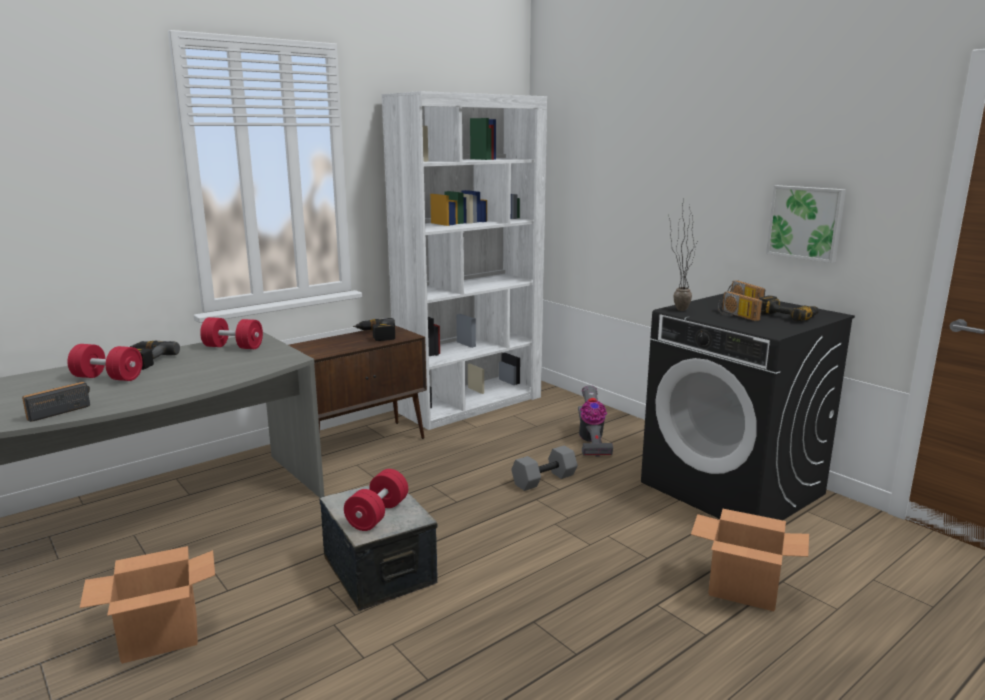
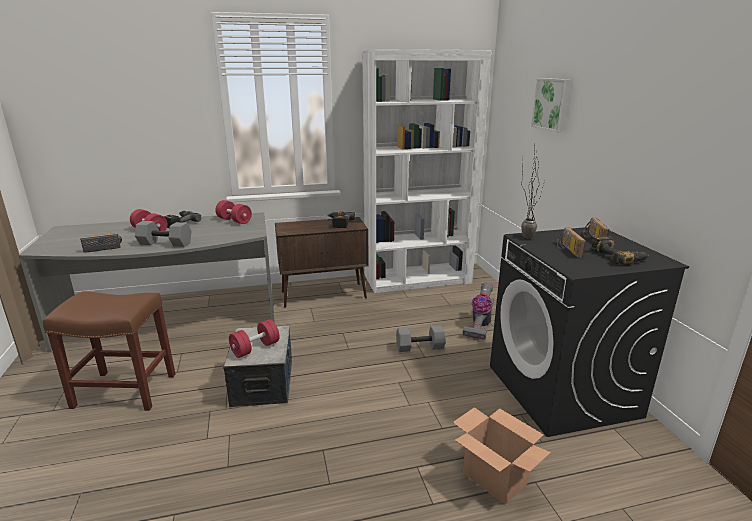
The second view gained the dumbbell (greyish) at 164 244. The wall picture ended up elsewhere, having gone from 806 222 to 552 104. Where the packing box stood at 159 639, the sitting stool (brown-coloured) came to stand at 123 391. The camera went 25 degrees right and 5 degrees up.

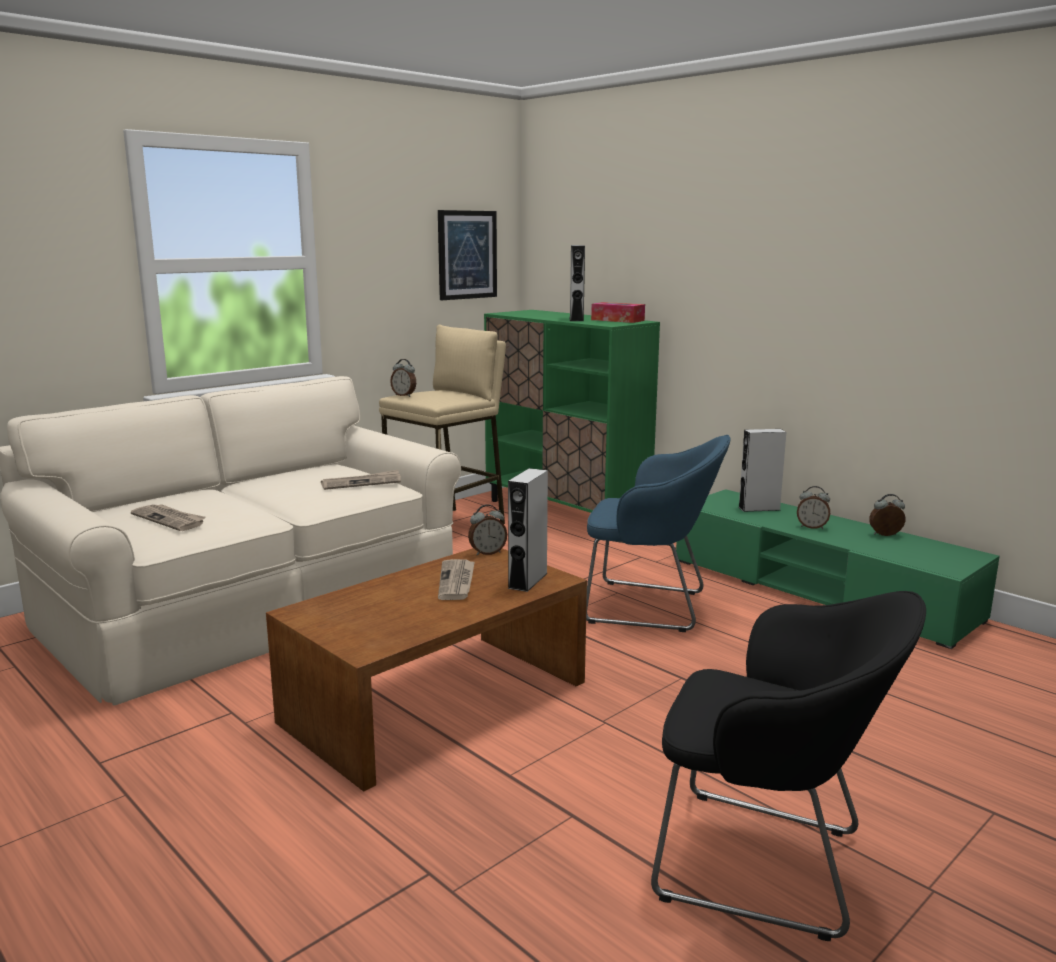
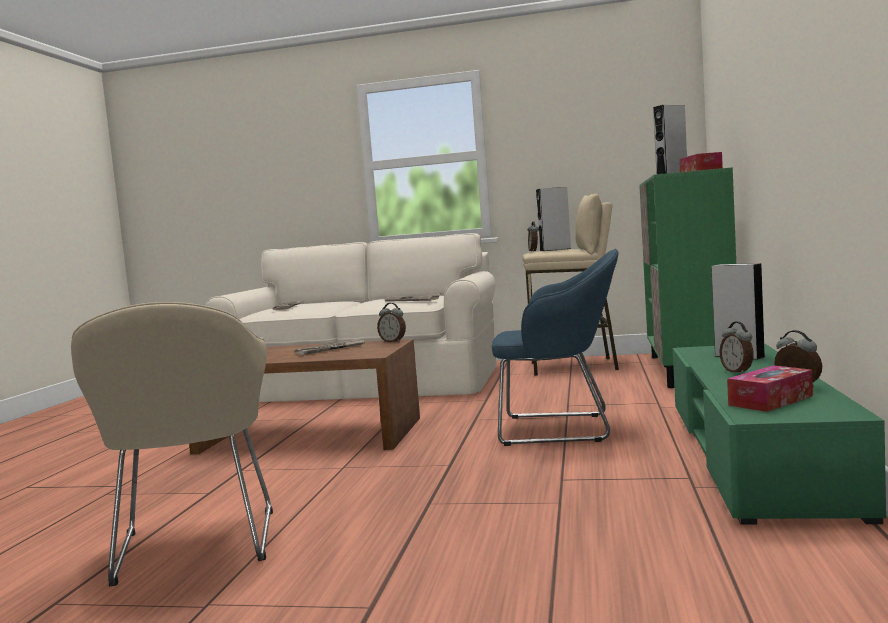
The second view lost the wall picture at 467 255. The second view gained the tissue holder at 770 400. The loudspeaker (greyish) ended up elsewhere, having gone from 527 580 to 555 250. What was the lounge chair (blackish) at 769 865 turned into the lounge chair (beige-coloured) at 194 549. The lounge chair (bluish) at 651 607 ended up facing another way, 60 degrees counterclockwise from before. The camera went 55 degrees right and 10 degrees down.

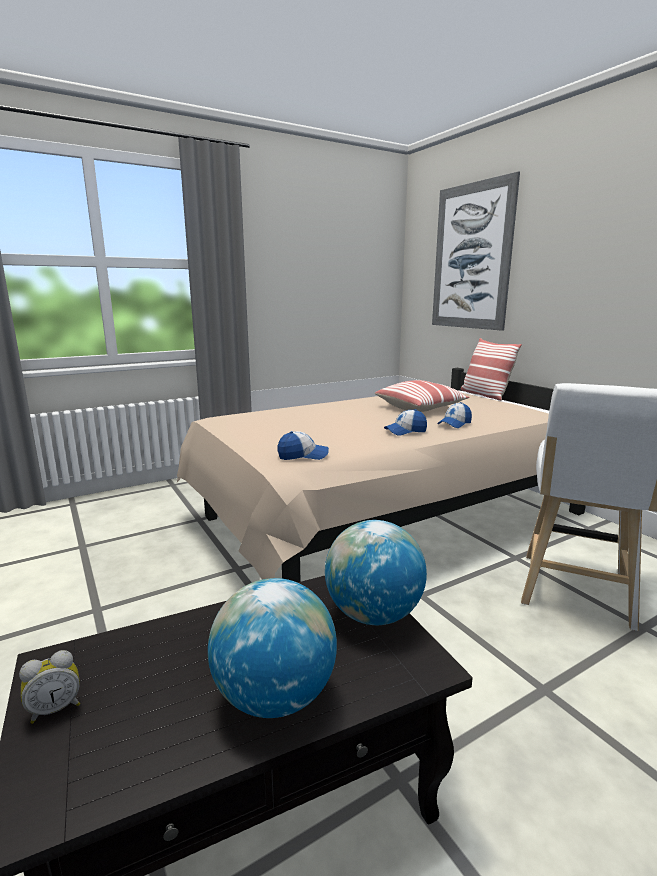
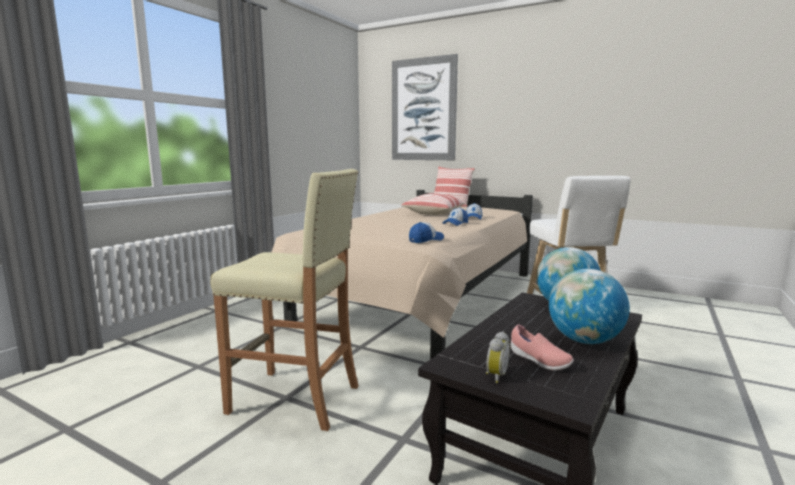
The second view gained the sitting stool (beige-coloured) at 296 399. The second view gained the item of footwear (pink) at 539 361. The camera went 30 degrees left and 5 degrees down.

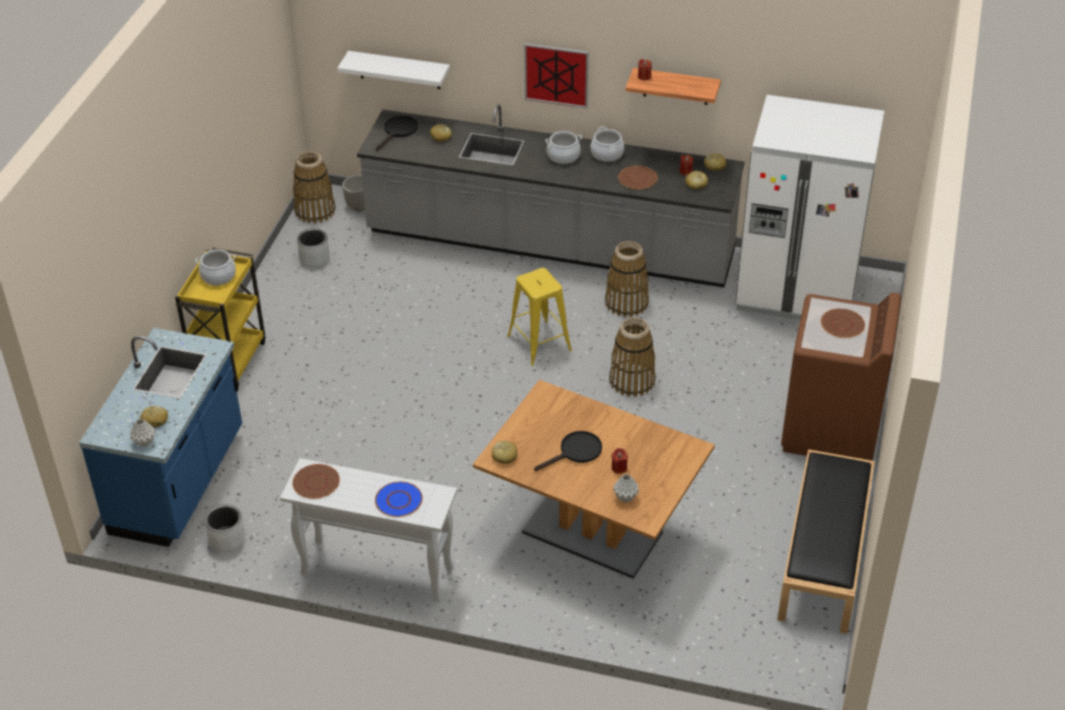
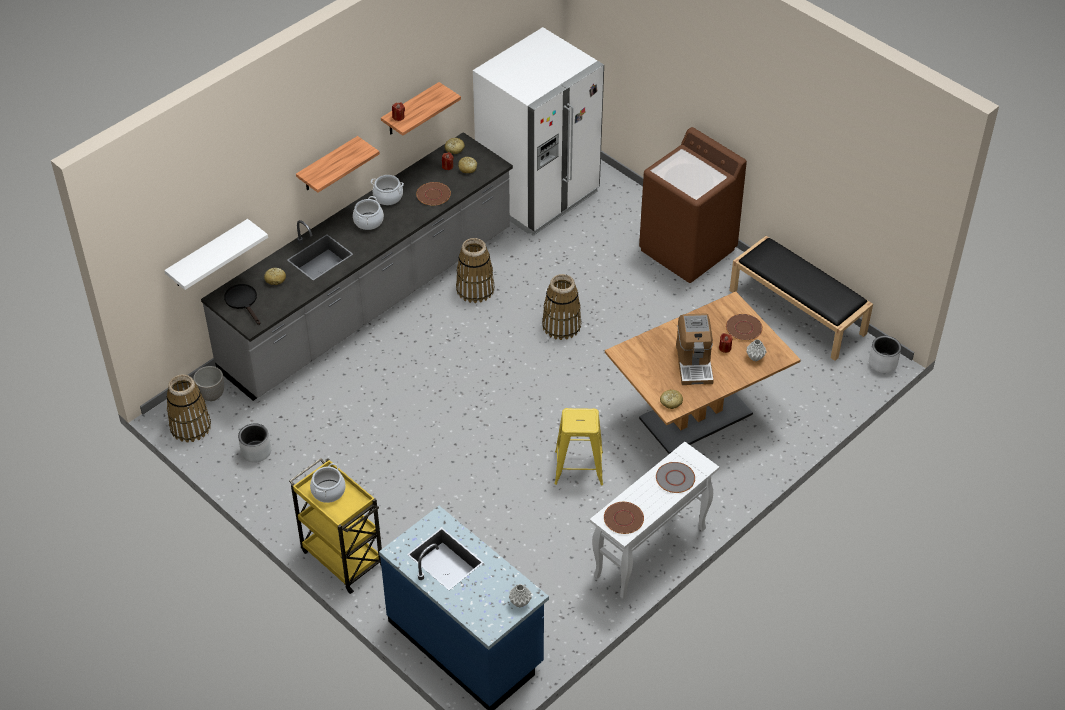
The second view lost the baked bread at 155 420. The planter (white-coloured) ended up elsewhere, having gone from 227 540 to 883 363. The sitting stool (yellow-coloured) ended up elsewhere, having gone from 539 343 to 578 468. The plate (brown-coloured) ended up elsewhere, having gone from 842 324 to 743 328. Where the wall picture hung at 556 75, the wall shelf came to hang at 328 165. Where the frying pan (blackish) stood at 576 452, the coffee machine came to stand at 694 363. What was the plate (bluish) at 398 500 turned into the plate (greyish) at 675 478. The camera went 60 degrees left and 5 degrees up.

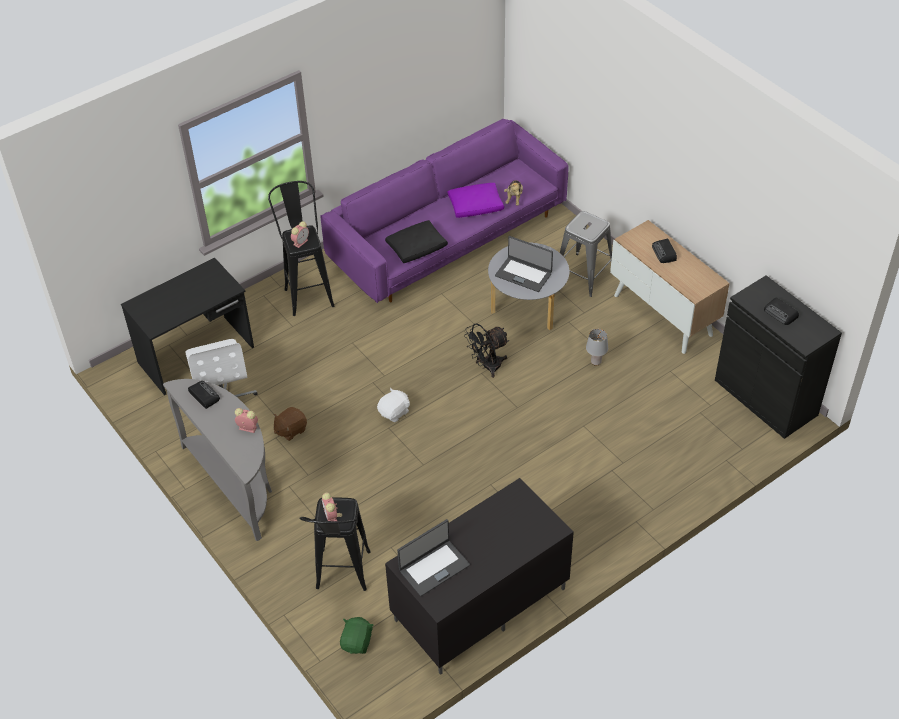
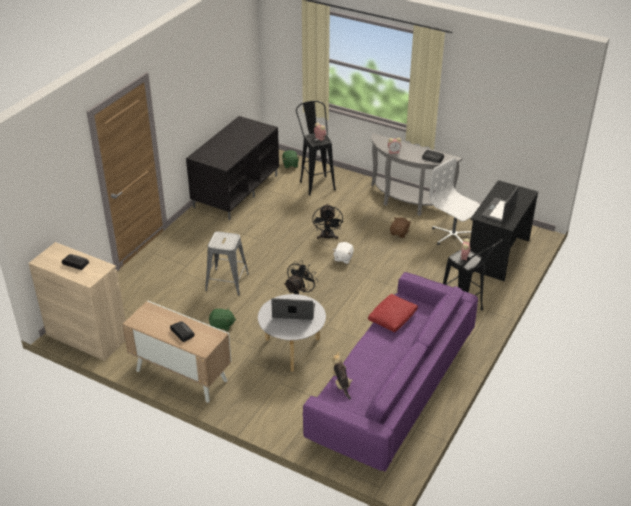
The second view lost the throw pillow (purple) at 476 206. The second view gained the electric fan (blackish) at 327 237. The portable computer ended up elsewhere, having gone from 433 567 to 499 210. The sitting stool (greyish) ended up elsewhere, having gone from 583 275 to 227 282. Where the table lamp (greyish) stood at 596 362, the soft toy (green) came to stand at 222 325. What was the throw pillow (blackish) at 417 247 turned into the throw pillow (red-coloured) at 392 318. What was the cupboard (blackish) at 765 397 turned into the cupboard (beige-coloured) at 87 336. The camera went 155 degrees right and 10 degrees down.

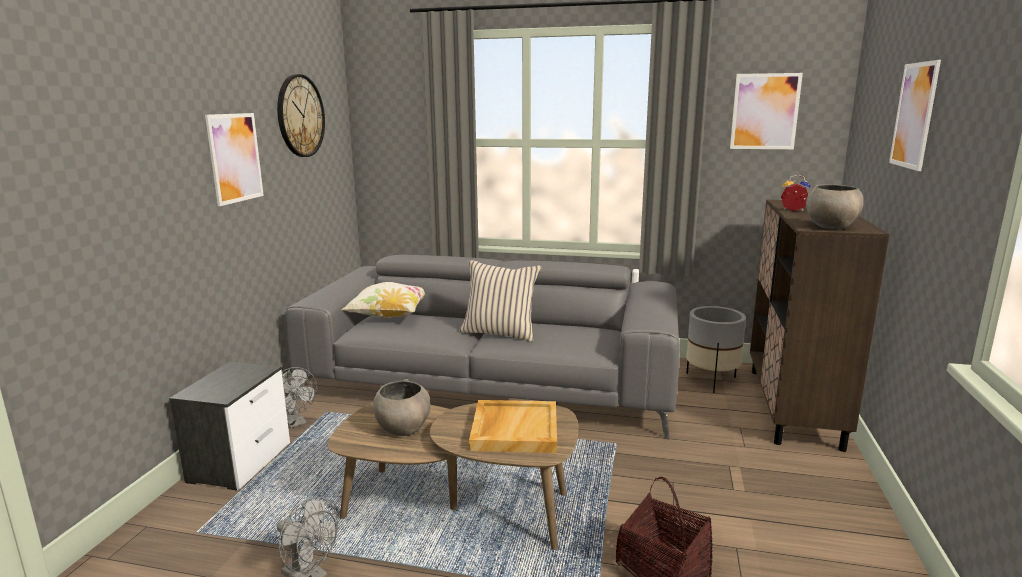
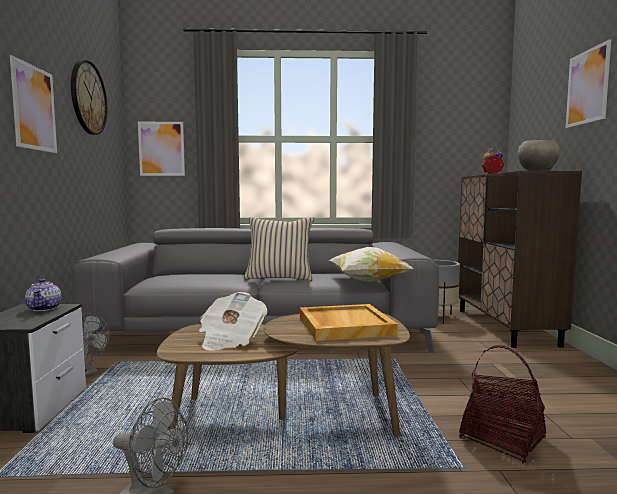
The second view gained the tea pot at 44 308. The throw pillow ended up elsewhere, having gone from 389 317 to 368 281. The wall picture ended up elsewhere, having gone from 765 111 to 161 149. Where the bowl (greyish) stood at 403 429, the newspaper came to stand at 231 339. The camera went 15 degrees left and 10 degrees down.

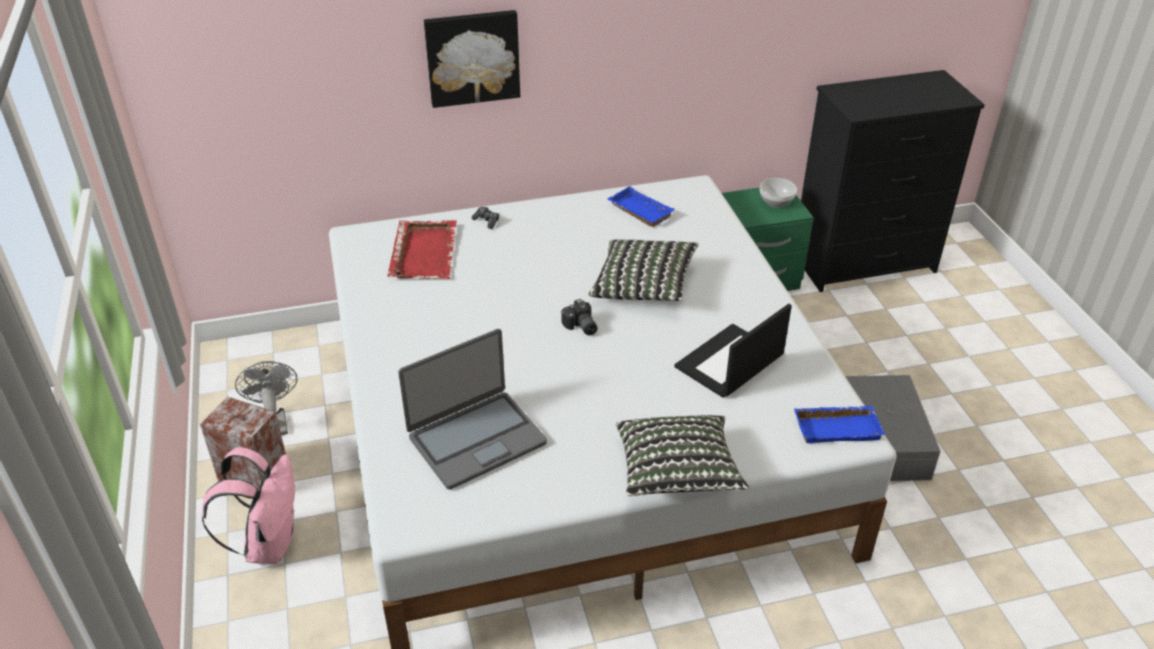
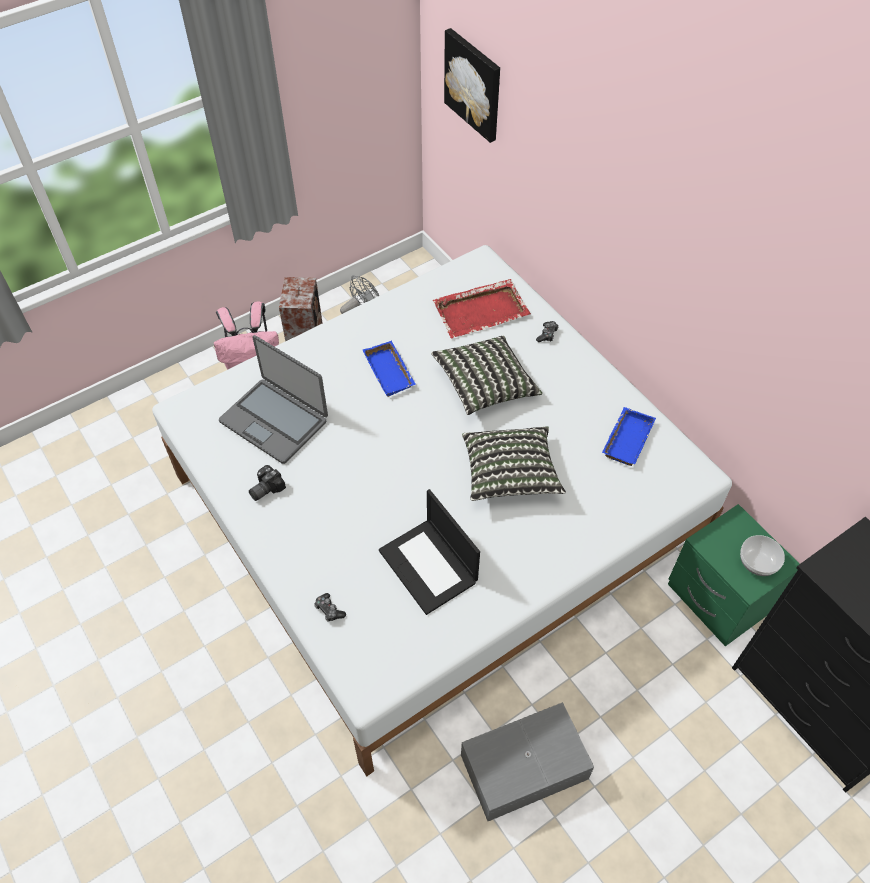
The second view gained the joypad at 329 610. The wall picture ended up elsewhere, having gone from 472 57 to 474 84. The still camera ended up elsewhere, having gone from 580 327 to 265 488. The throw pillow ended up elsewhere, having gone from 676 472 to 485 385. The serving tray (bluish) ended up elsewhere, having gone from 837 427 to 391 372. The portable computer at 729 362 ended up facing another way, 150 degrees counterclockwise from before. The camera went 70 degrees right and 15 degrees up.

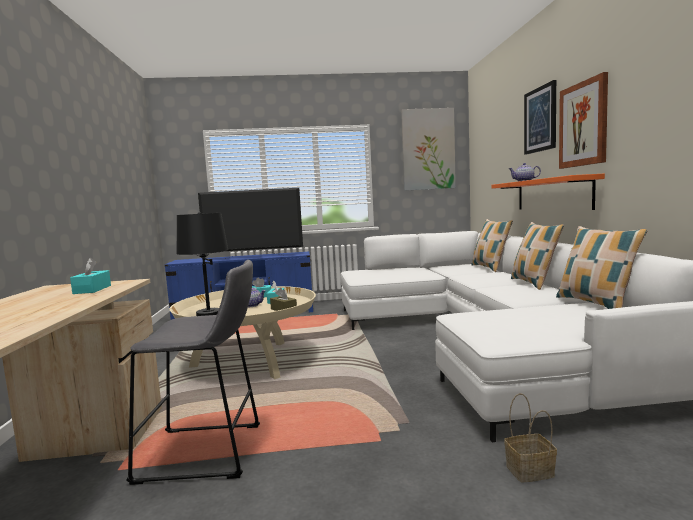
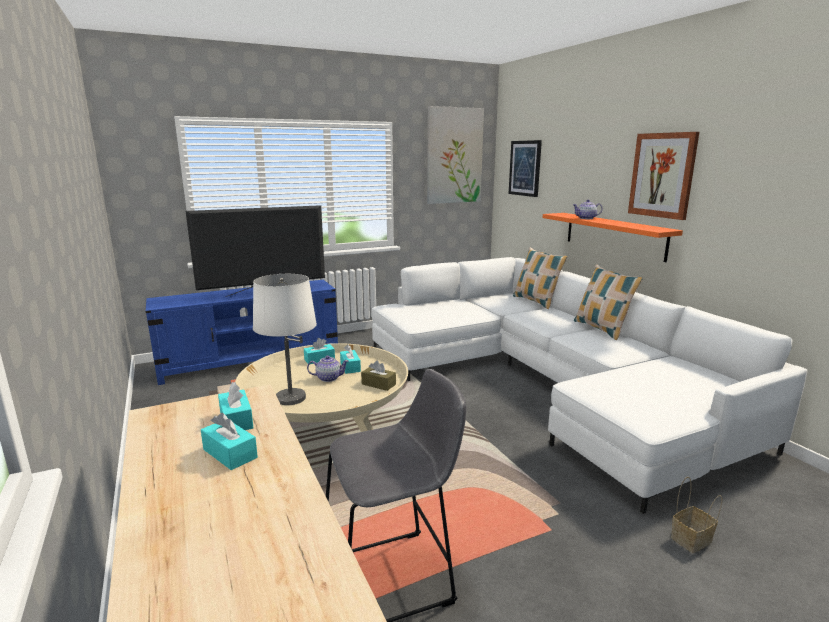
The second view lost the throw pillow at 595 303. The second view gained the tissue holder (turquoise) at 230 453. The wall picture ended up elsewhere, having gone from 540 119 to 525 168. What was the table lamp (blackish) at 208 314 turned into the table lamp (white-coloured) at 290 398. The camera went 20 degrees left and 10 degrees up.

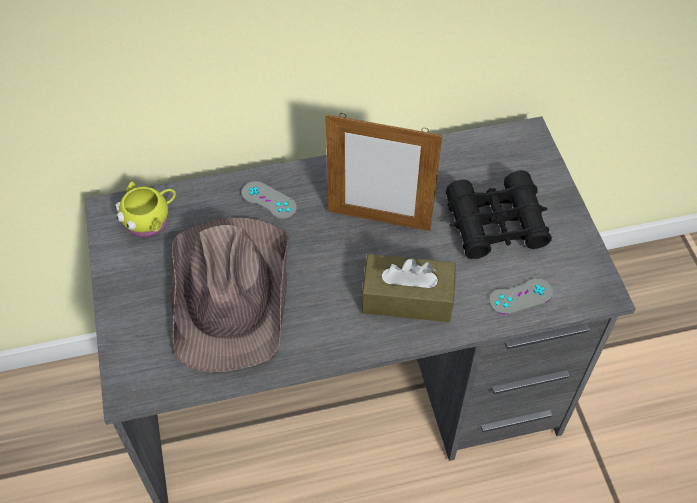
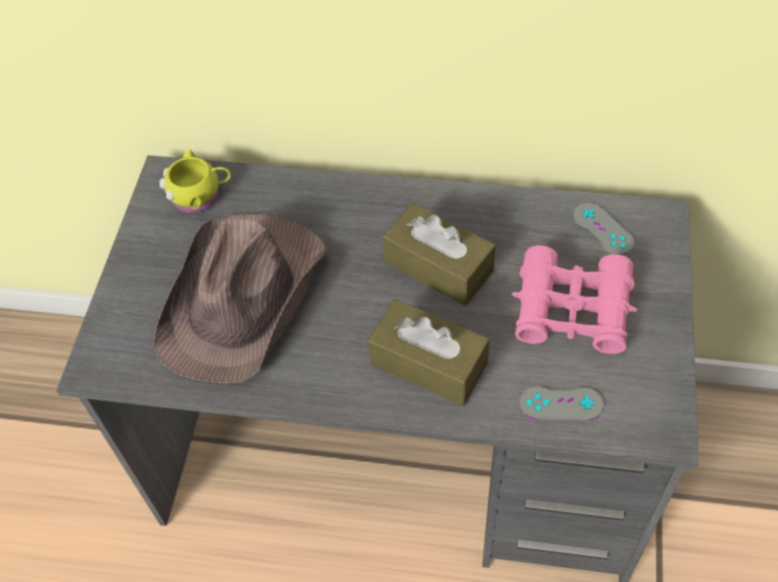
The joypad (greyish) ended up elsewhere, having gone from 269 200 to 603 229. Where the photo frame stood at 379 220, the tissue holder (brown-coloured) came to stand at 438 266. What was the field glasses (blackish) at 496 224 turned into the field glasses (pink) at 572 310. The camera went 25 degrees right and 0 degrees up.

